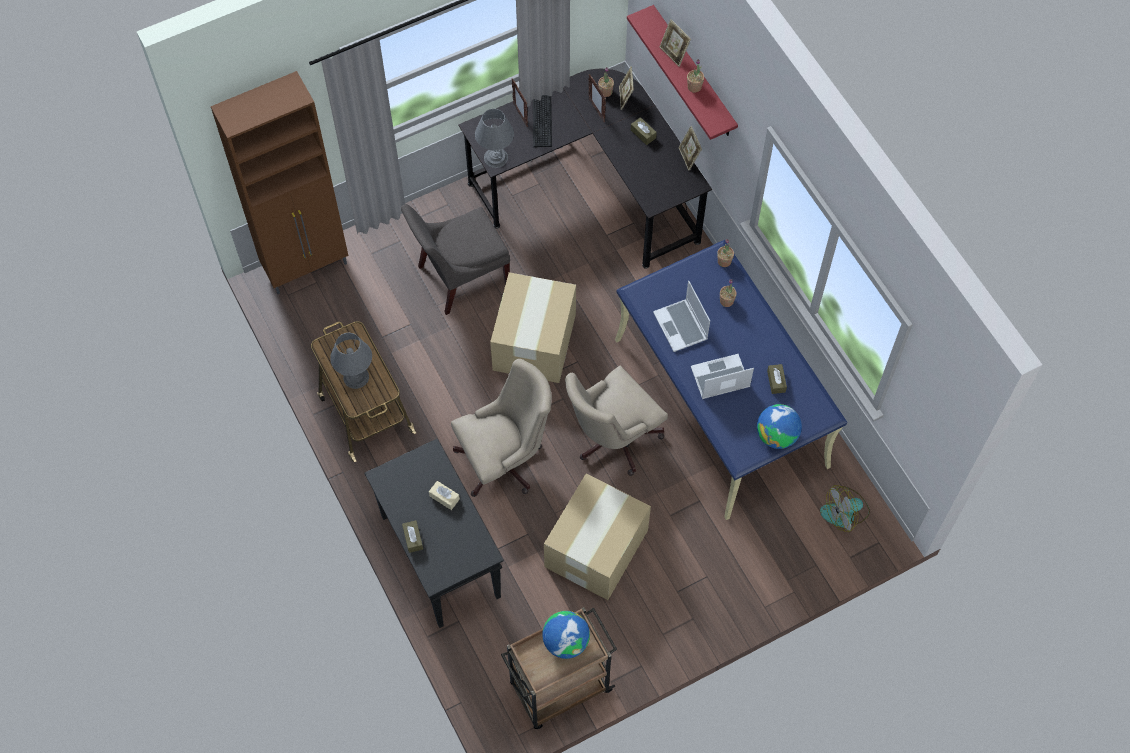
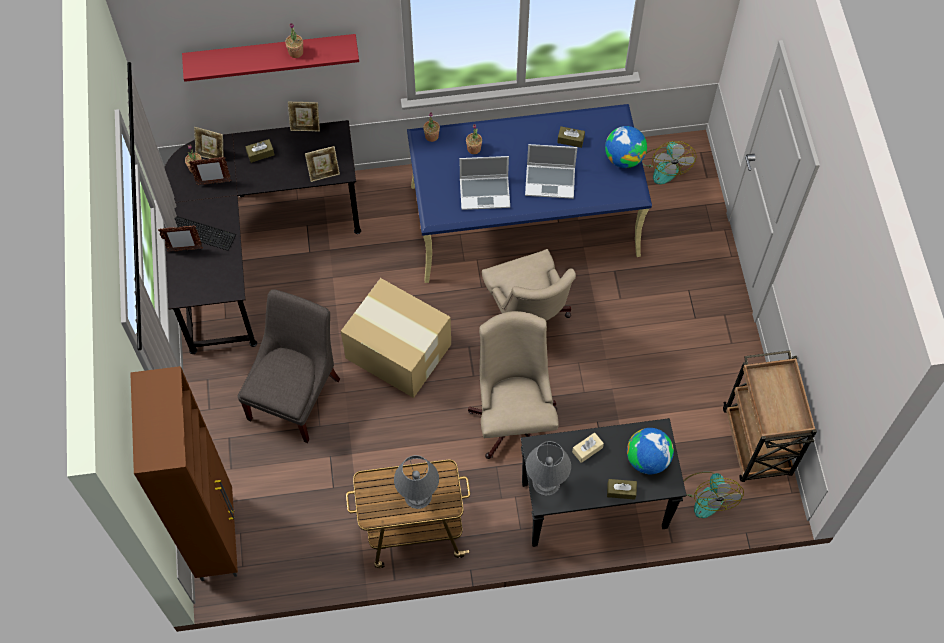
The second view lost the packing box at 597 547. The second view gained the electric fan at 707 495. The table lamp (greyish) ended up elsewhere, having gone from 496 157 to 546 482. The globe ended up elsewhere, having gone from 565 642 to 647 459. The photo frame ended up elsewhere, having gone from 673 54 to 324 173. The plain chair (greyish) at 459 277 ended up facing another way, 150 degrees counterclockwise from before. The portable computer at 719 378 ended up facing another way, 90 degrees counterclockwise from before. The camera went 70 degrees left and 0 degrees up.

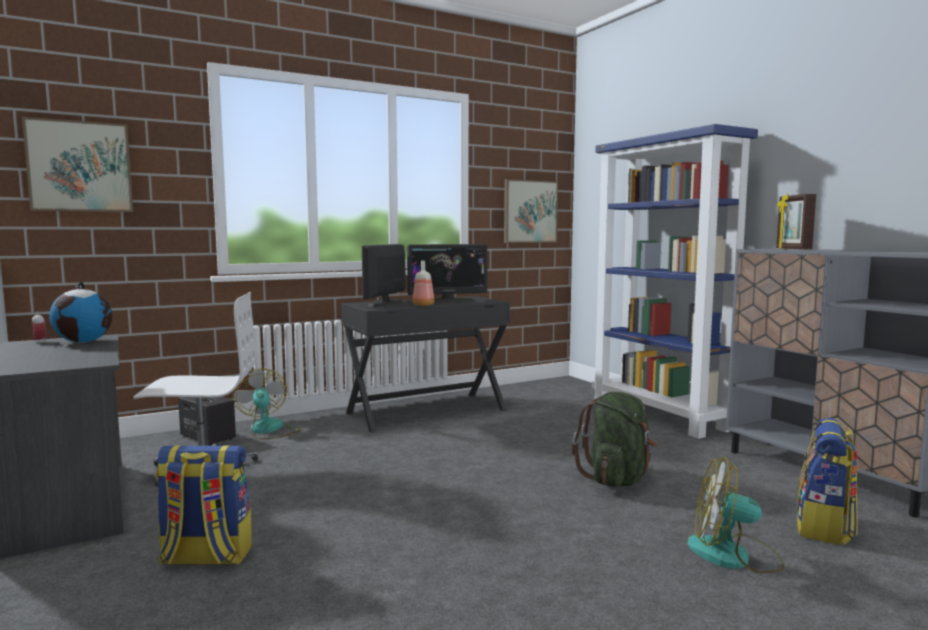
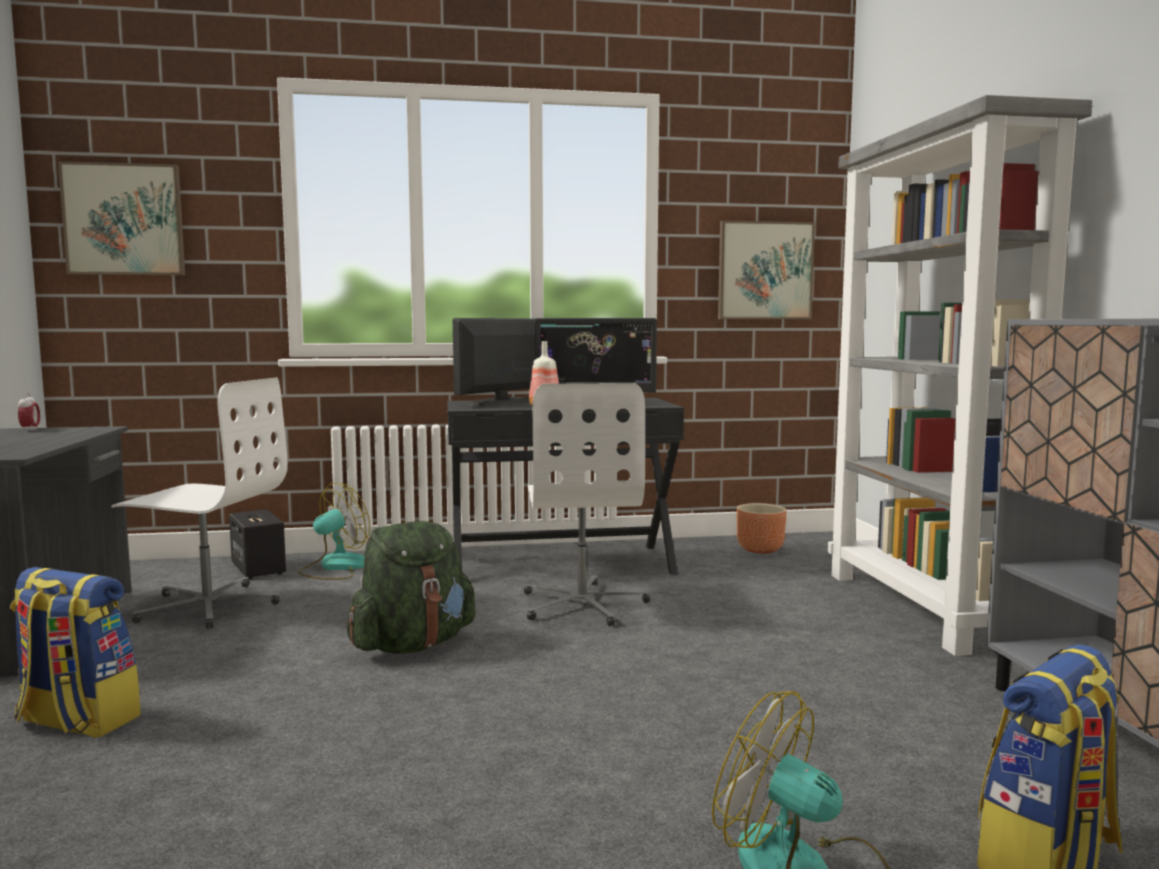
The second view lost the globe at 84 342. The second view lost the photo frame at 792 249. The second view gained the desk chair (white-coloured) at 583 604. The second view gained the planter (brown-coloured) at 760 550. The backpack (green) ended up elsewhere, having gone from 617 479 to 413 645. What was the bookshelf (bluish) at 660 415 turned into the bookshelf (greyish) at 924 609. The electric fan at 268 430 ended up facing another way, 45 degrees clockwise from before. The camera went 20 degrees right and 0 degrees up.

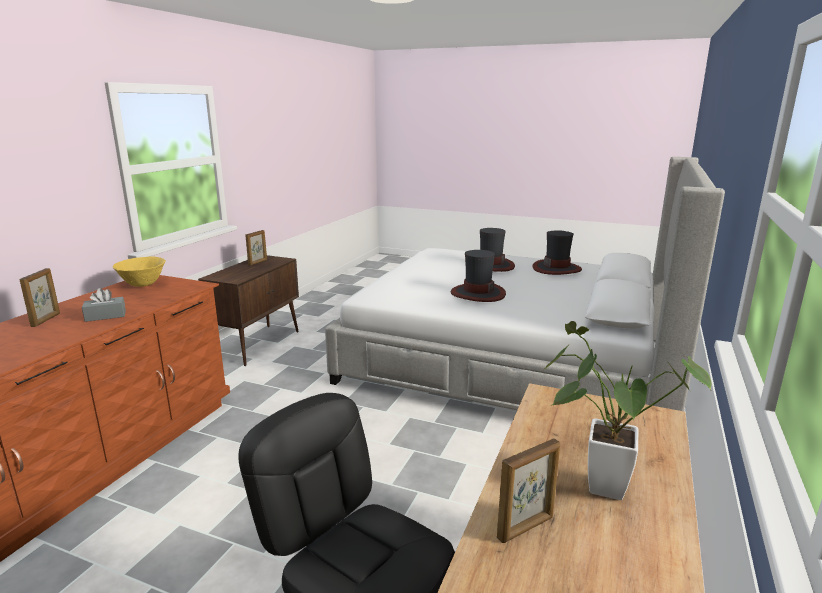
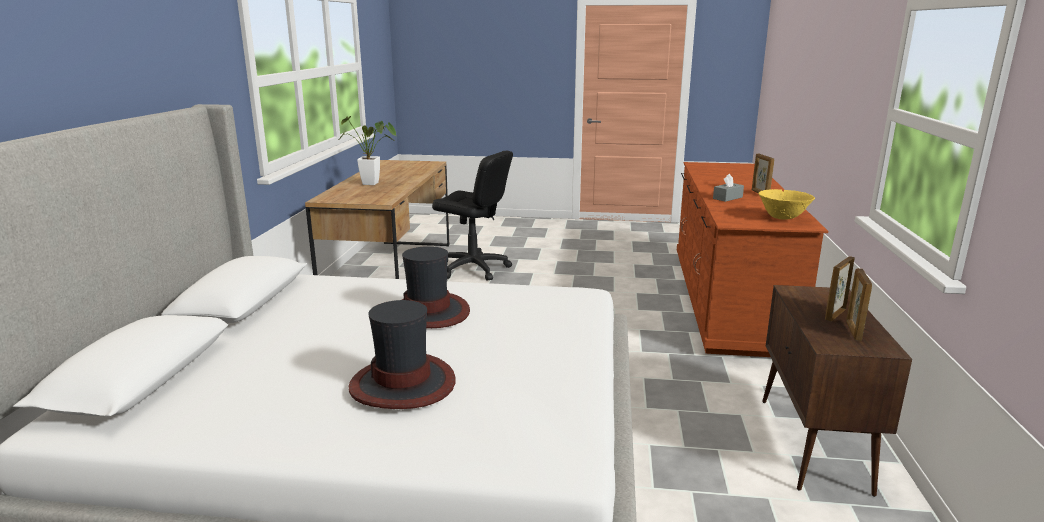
The second view lost the clothing hat at 556 268. The photo frame ended up elsewhere, having gone from 526 528 to 835 314. The camera went 165 degrees right and 0 degrees up.

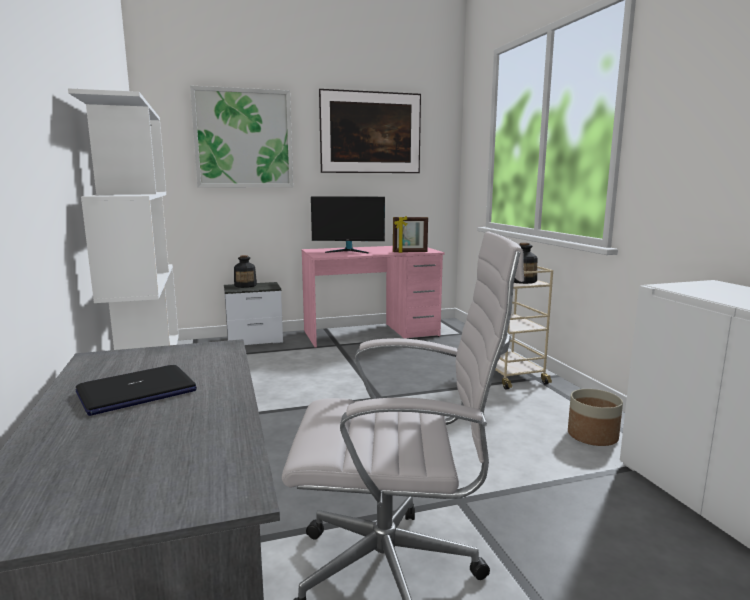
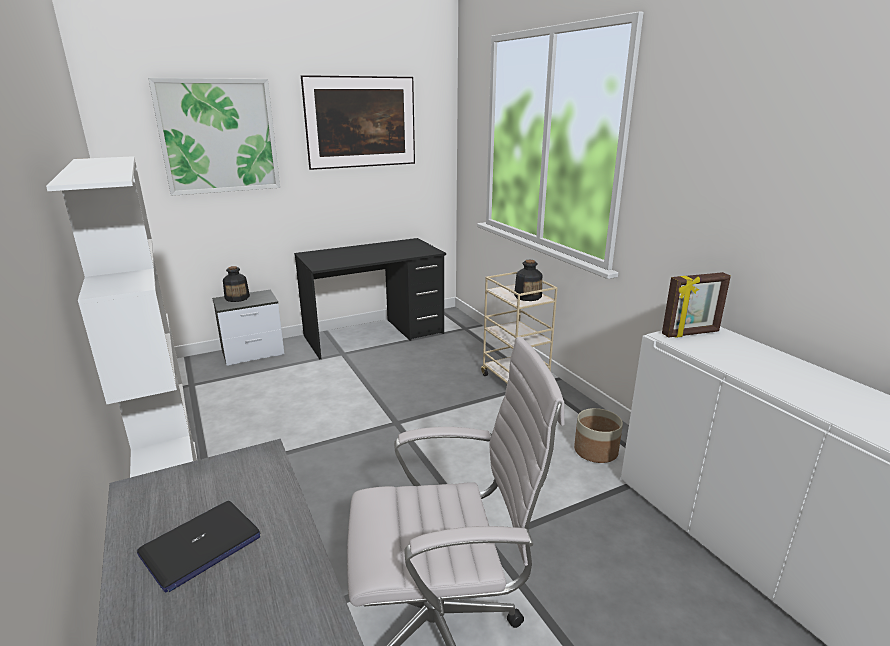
The second view lost the monitor at 348 251. The photo frame ended up elsewhere, having gone from 410 252 to 691 333. What was the desk unit (pink) at 371 334 turned into the desk unit (blackish) at 374 335. The camera went 10 degrees left and 10 degrees up.

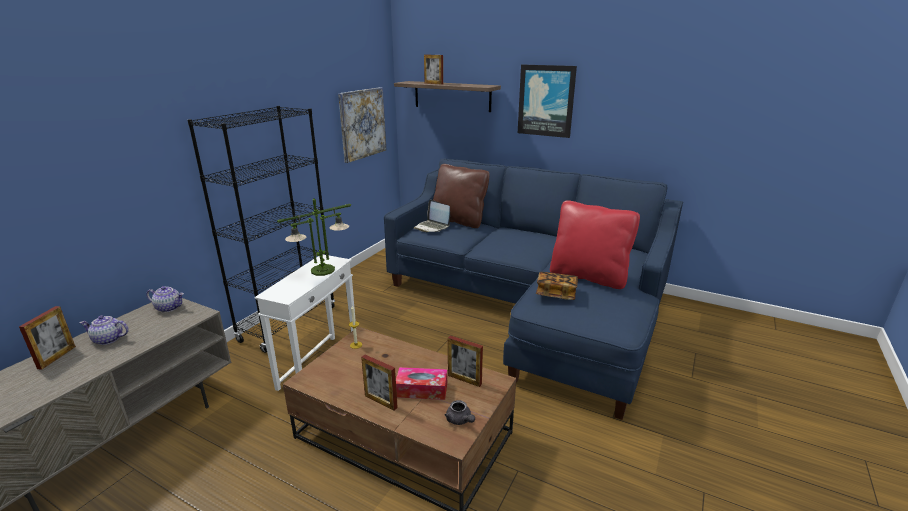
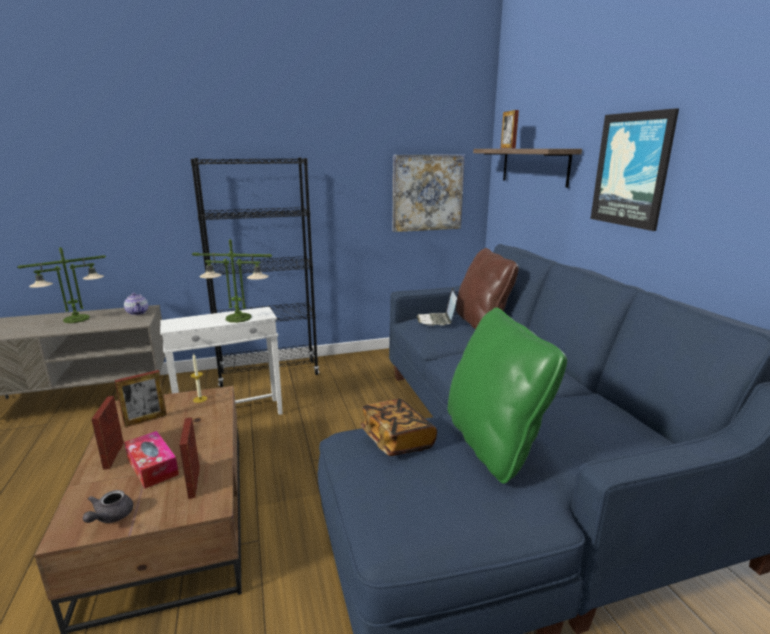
The photo frame ended up elsewhere, having gone from 57 357 to 145 420. Where the tea pot stood at 108 339, the table lamp came to stand at 77 319. What was the throw pillow (red-coloured) at 588 277 turned into the throw pillow (green) at 493 443. The camera went 45 degrees right and 5 degrees down.

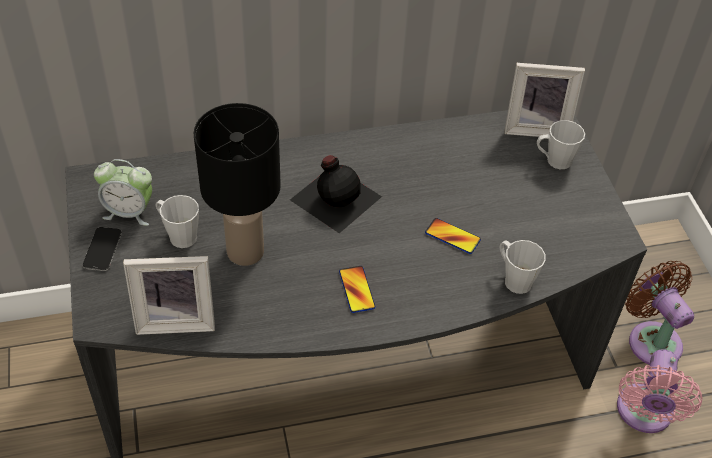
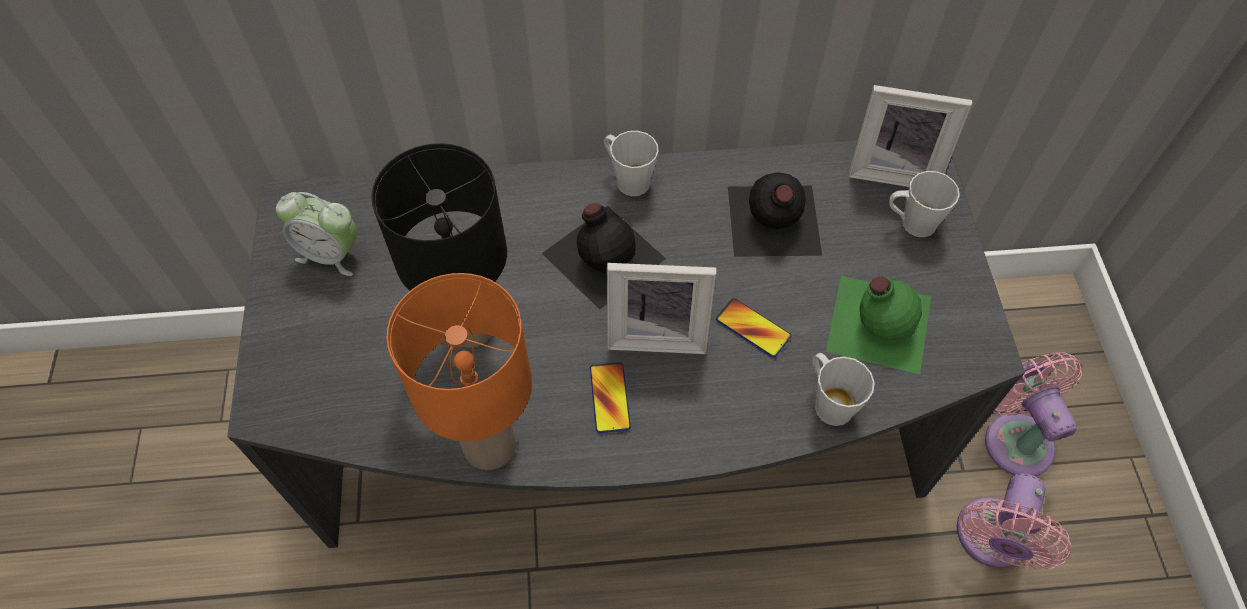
The second view lost the handset at 102 250. The second view gained the table lamp (orangey) at 490 447. The second view gained the beverage bottle (blackish) at 772 221. The second view gained the beverage bottle (green) at 877 321. The photo frame ended up elsewhere, having gone from 176 319 to 657 332. The mug (greyish) ended up elsewhere, having gone from 179 235 to 628 179. What was the electric fan (brown-coloured) at 651 339 turned into the electric fan (pink) at 1015 437. The camera went 10 degrees right and 10 degrees up.

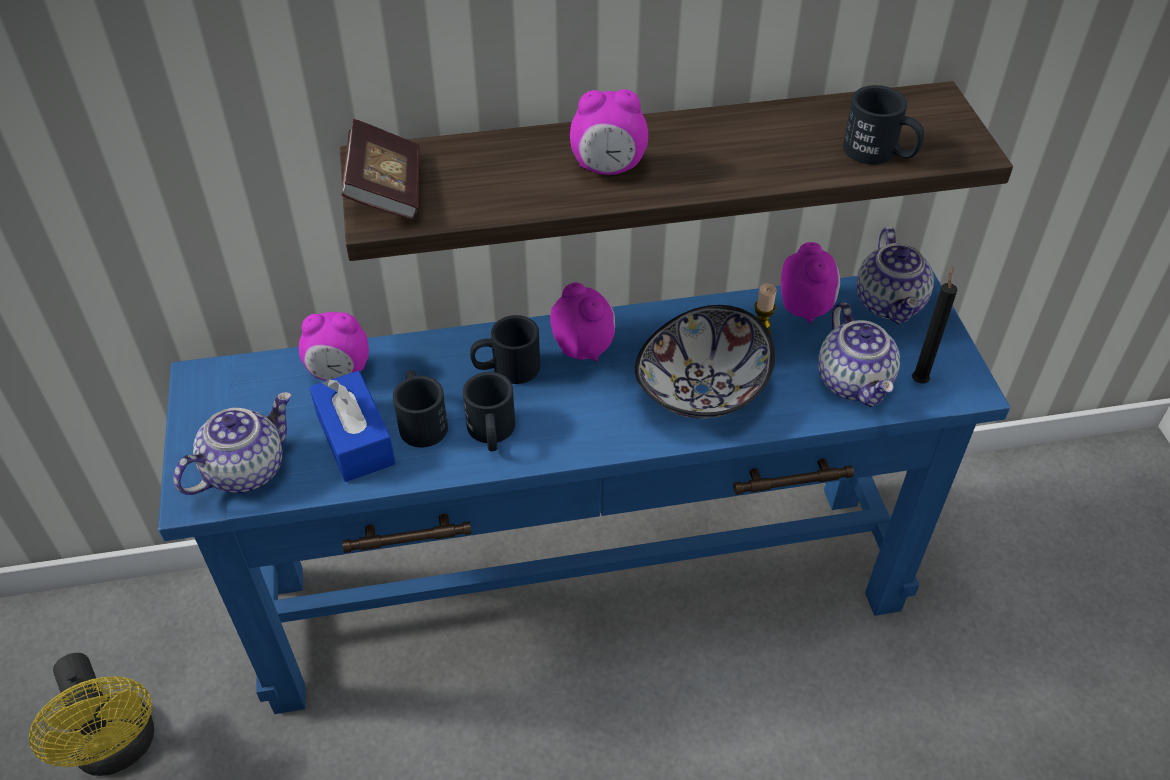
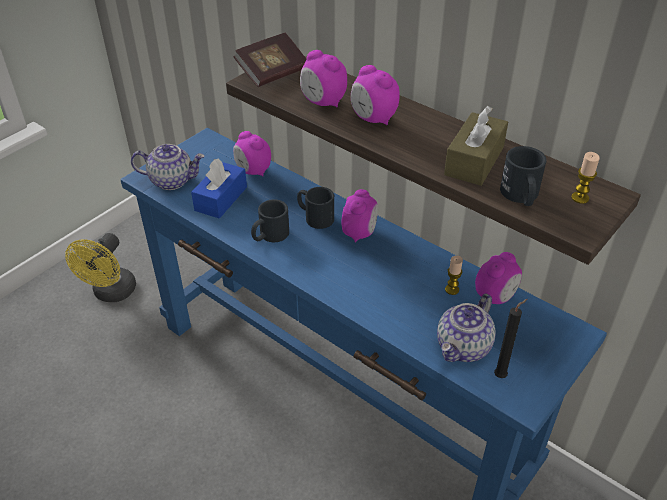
The second view lost the mug (blackish) at 421 420. The second view lost the bowl at 700 389. The second view lost the tea pot at 890 303. The second view gained the alarm clock at 323 102. The second view gained the tissue holder (brown-coloured) at 474 161. The second view gained the wax light at 580 198. The camera went 50 degrees right and 5 degrees down.

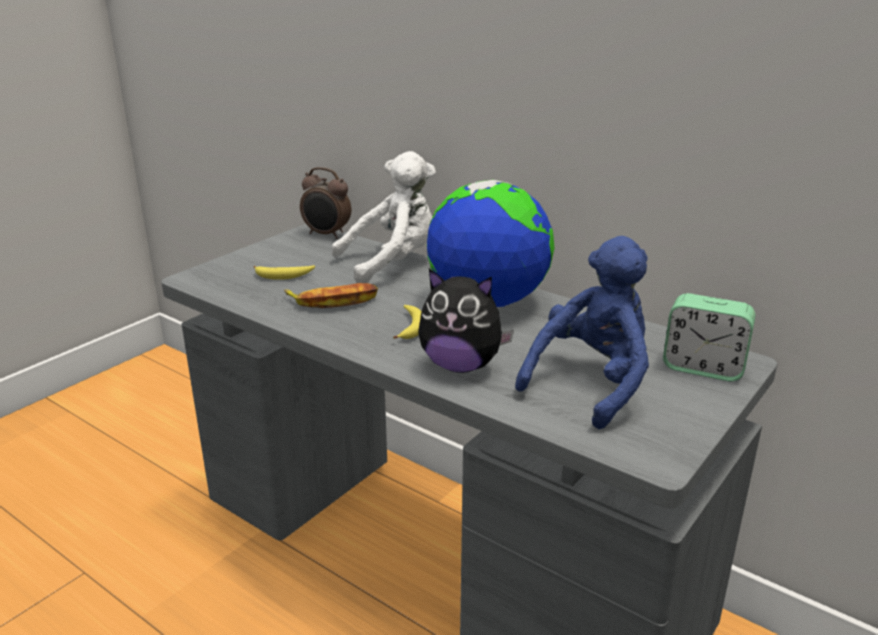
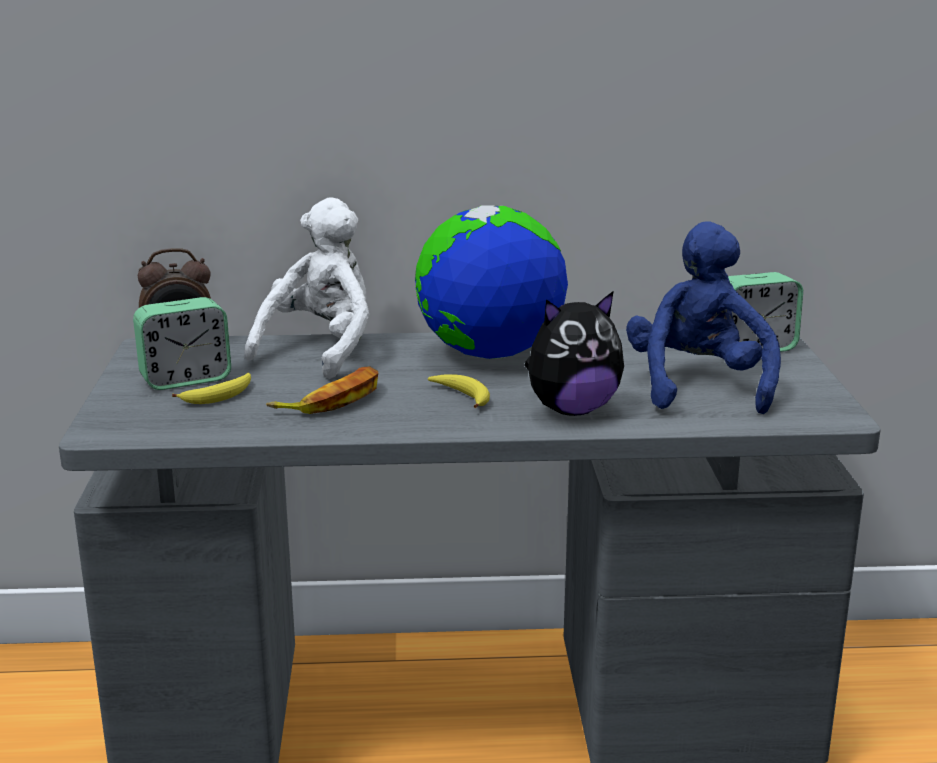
The second view gained the alarm clock at 185 379. The camera went 40 degrees left and 5 degrees down.

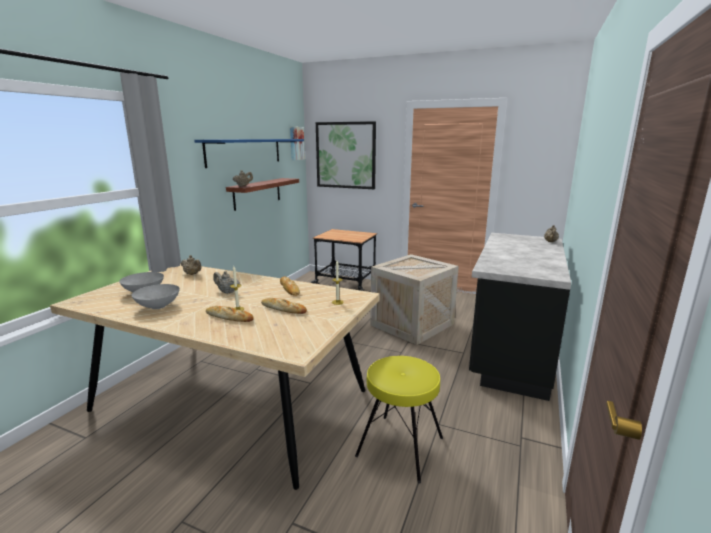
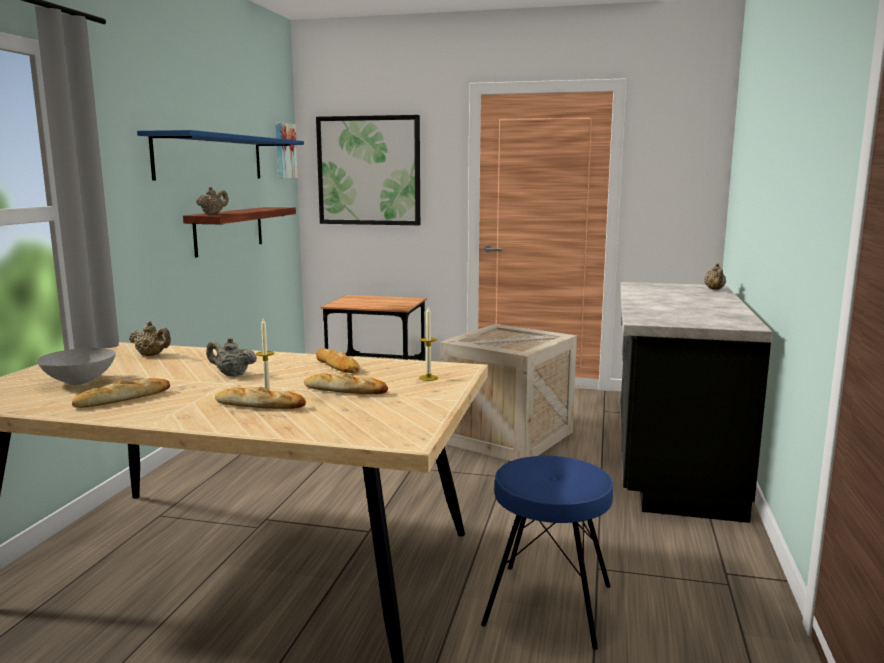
Where the bowl (greyish) stood at 159 306, the baked bread came to stand at 122 398. What was the sitting stool (yellow-coloured) at 400 447 turned into the sitting stool (bluish) at 549 605. The camera went 10 degrees left and 5 degrees down.

